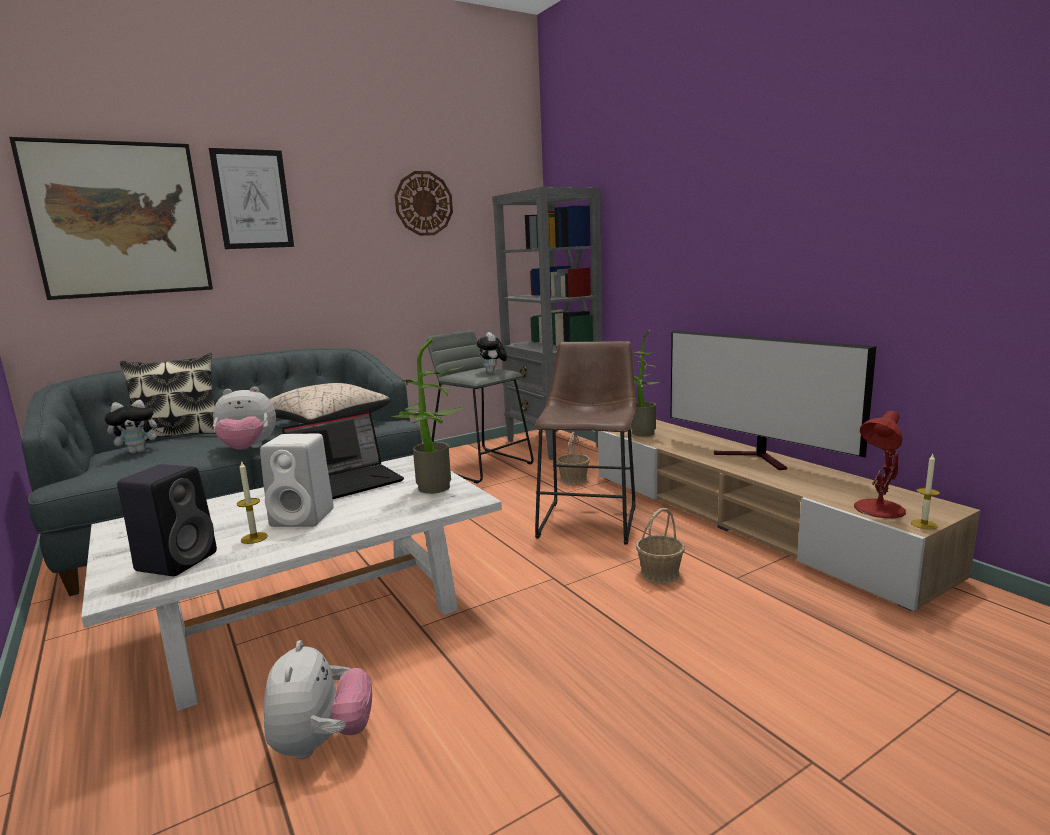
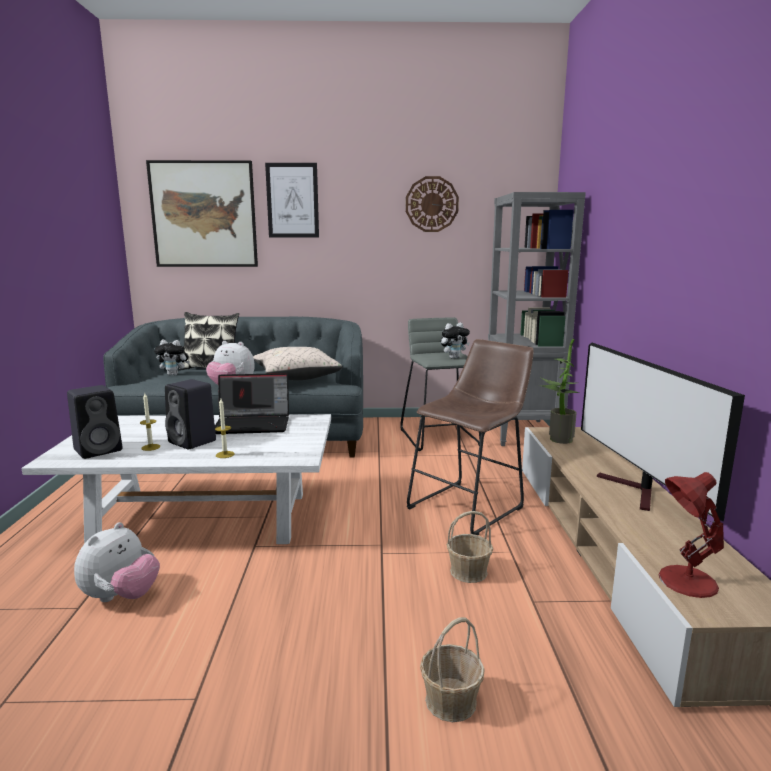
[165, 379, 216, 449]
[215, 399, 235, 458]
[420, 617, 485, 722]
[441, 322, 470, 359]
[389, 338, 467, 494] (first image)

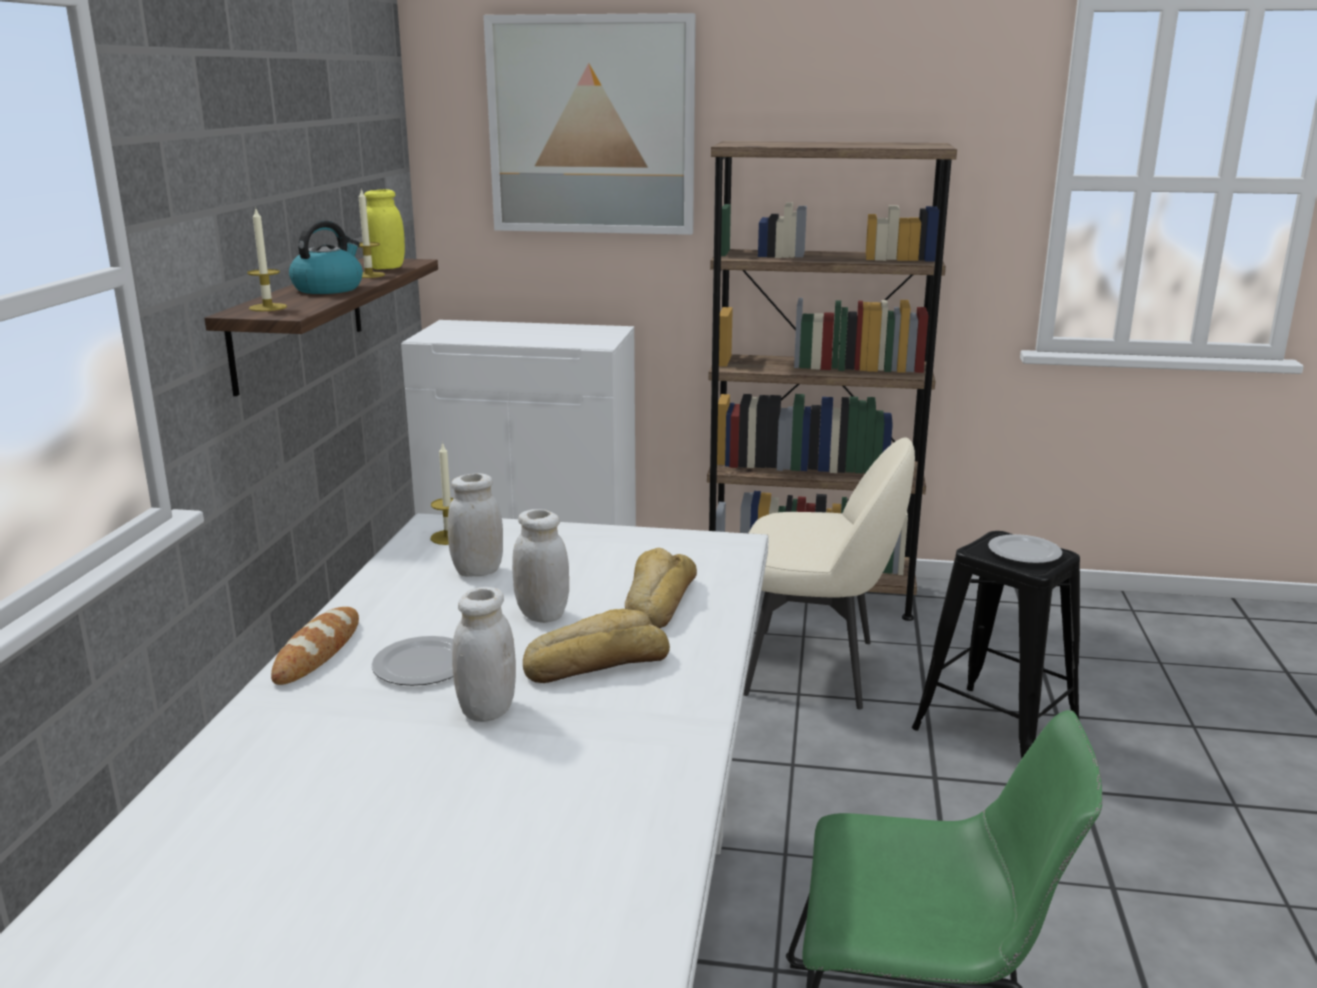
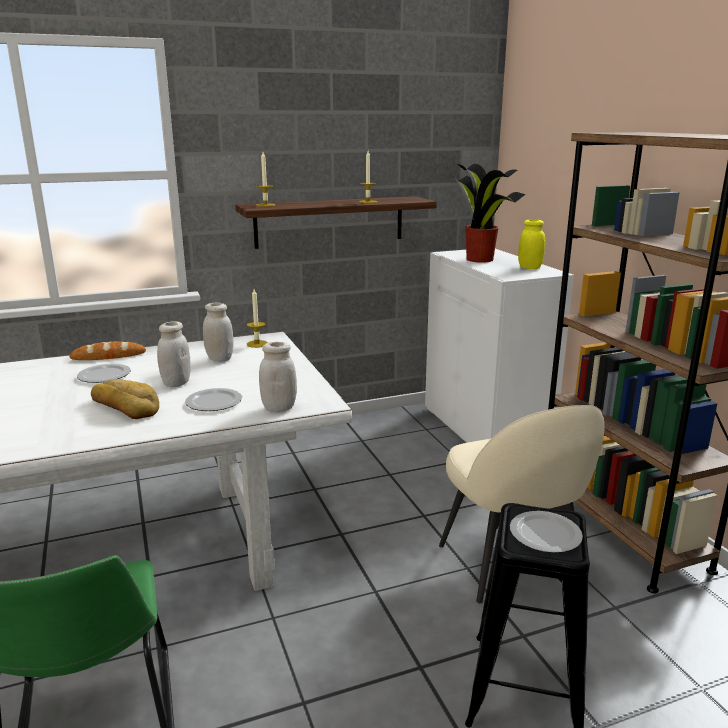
[185, 388, 242, 411]
[259, 342, 297, 412]
[451, 164, 525, 263]
[518, 220, 545, 269]
[289, 220, 363, 294] (first image)
[483, 13, 696, 235] (first image)

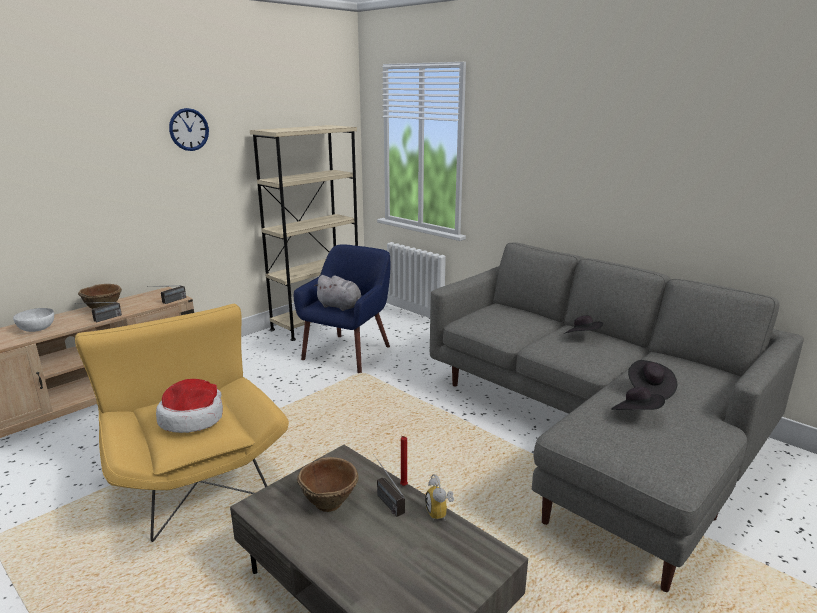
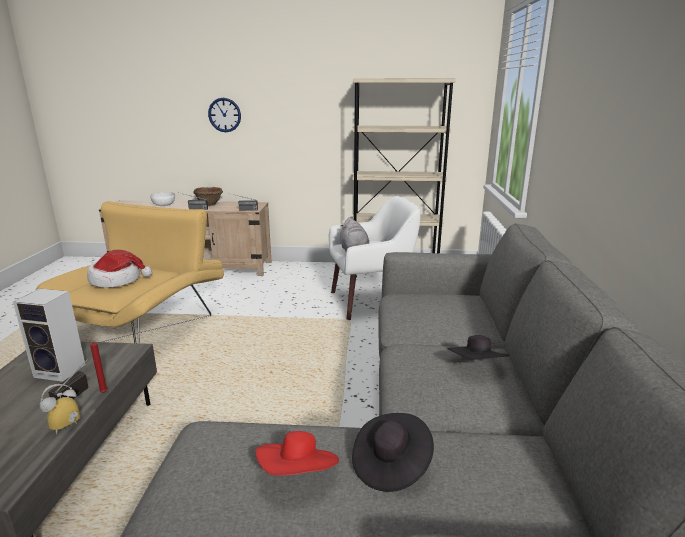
[13, 288, 86, 382]
[208, 98, 241, 132]
[255, 431, 339, 476]
[329, 196, 421, 320]

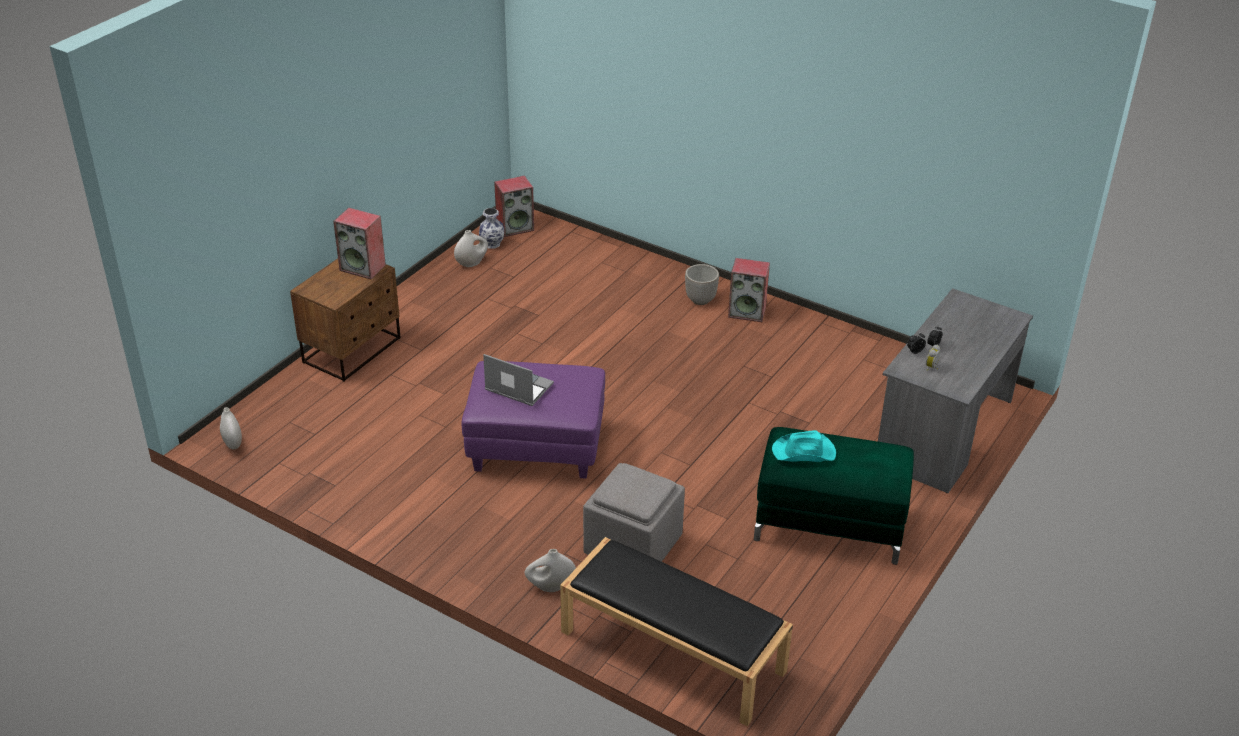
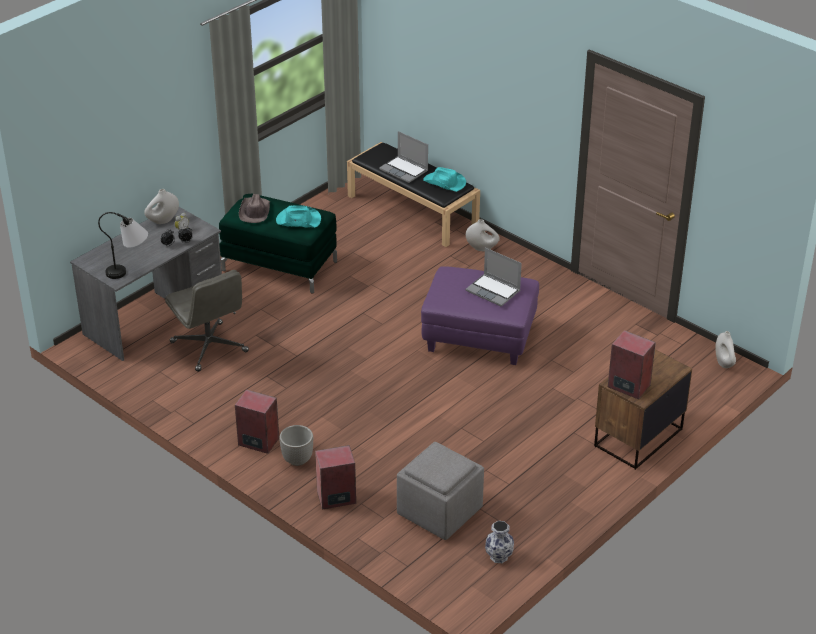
[98, 212, 148, 279]
[144, 189, 179, 224]
[165, 270, 249, 372]
[239, 194, 270, 223]
[315, 445, 356, 509]
[379, 131, 428, 183]
[397, 442, 484, 540]
[423, 167, 466, 192]

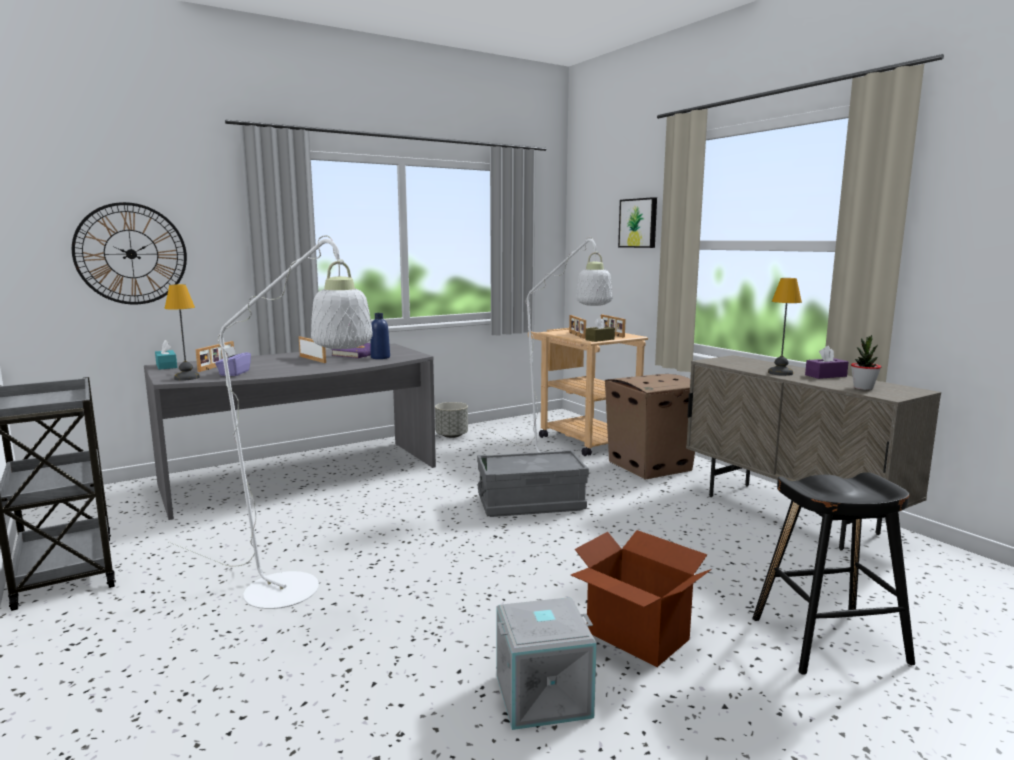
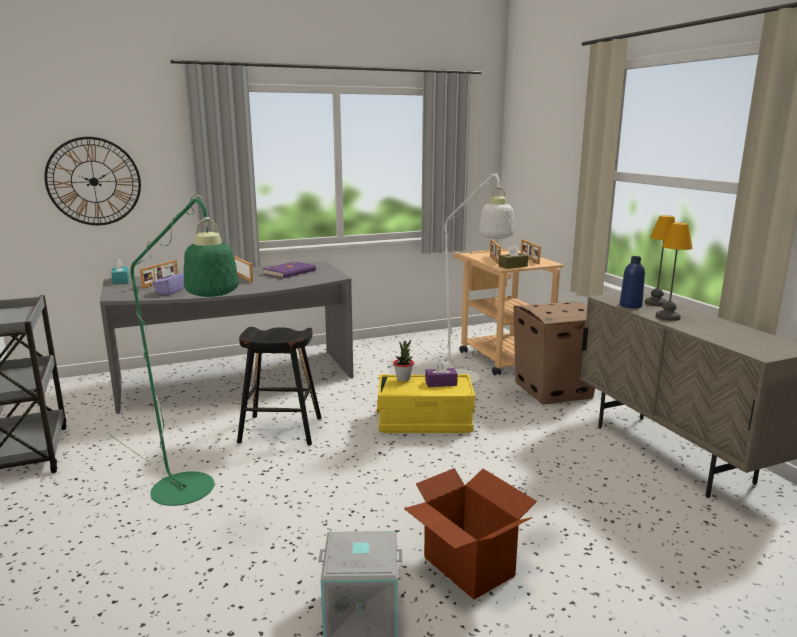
[109, 195, 239, 506]
[237, 327, 321, 445]
[376, 374, 475, 433]
[393, 339, 414, 381]
[425, 359, 458, 387]
[620, 256, 645, 309]
[645, 215, 675, 306]
[435, 402, 468, 438] (first image)
[618, 197, 657, 248] (first image)

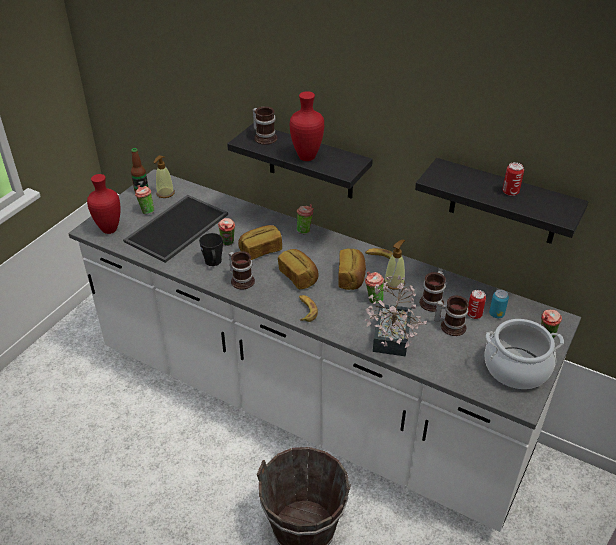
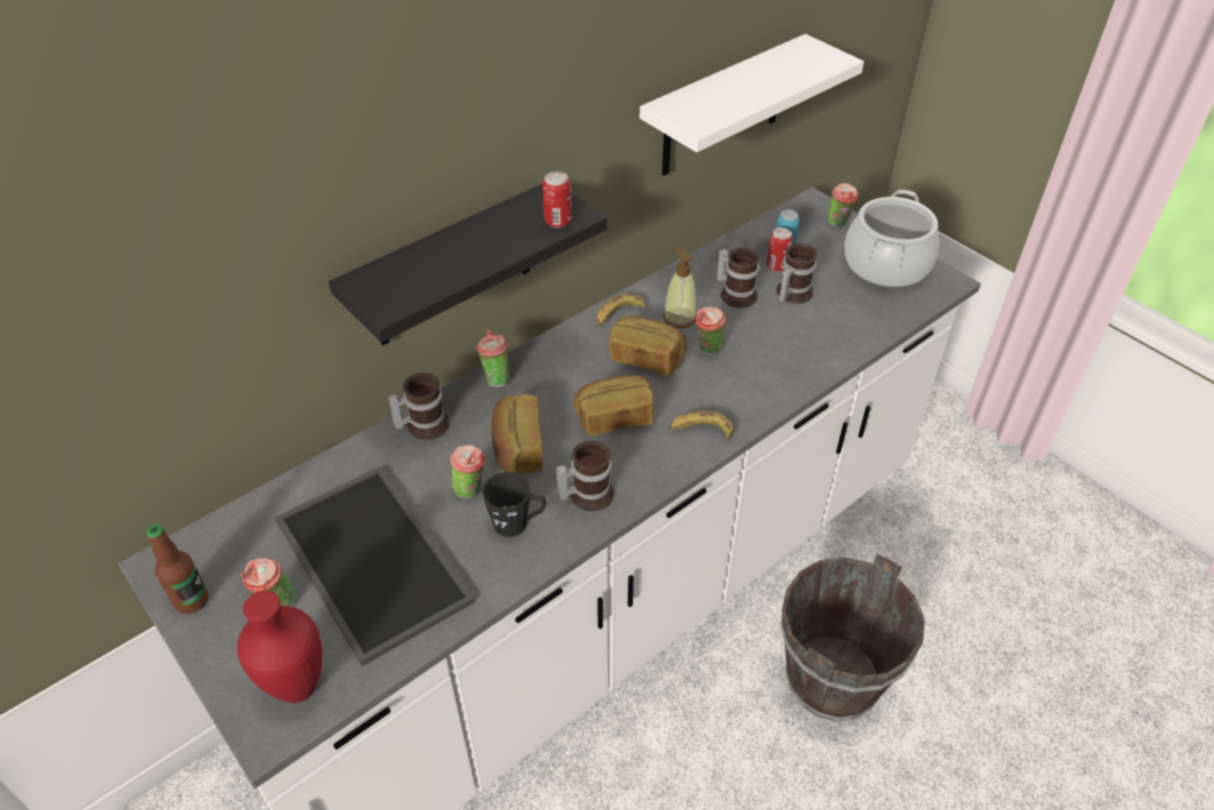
[389, 373, 450, 440]
[542, 171, 572, 228]
[640, 34, 864, 176]
[153, 155, 175, 198] (first image)
[290, 91, 324, 161] (first image)
[365, 275, 427, 356] (first image)

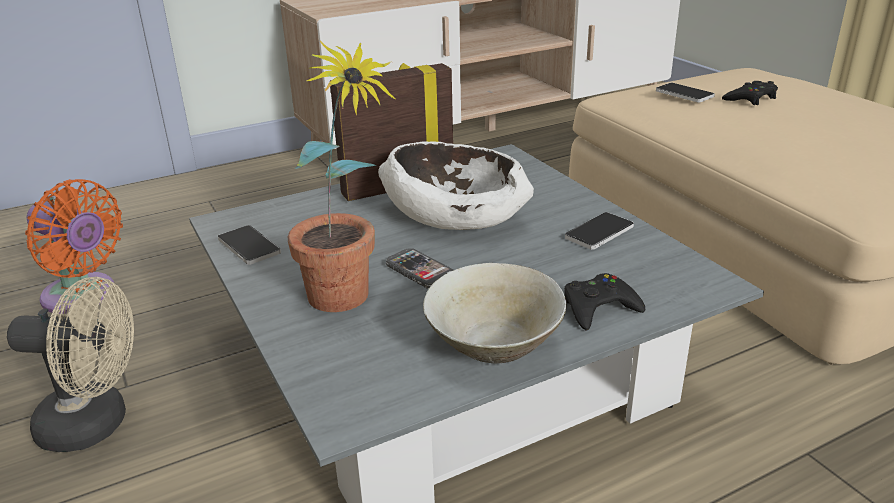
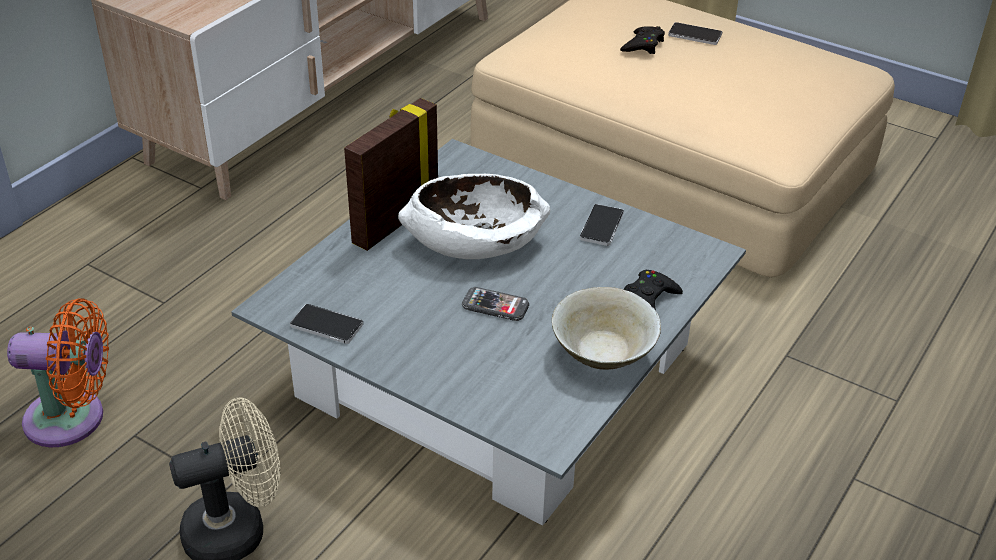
[668, 22, 722, 45]
[288, 41, 396, 312] (first image)

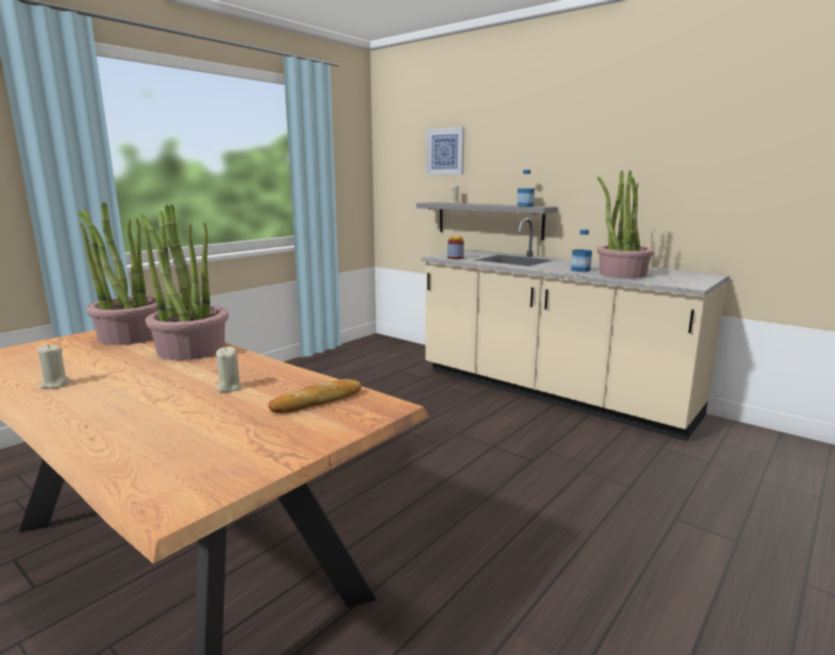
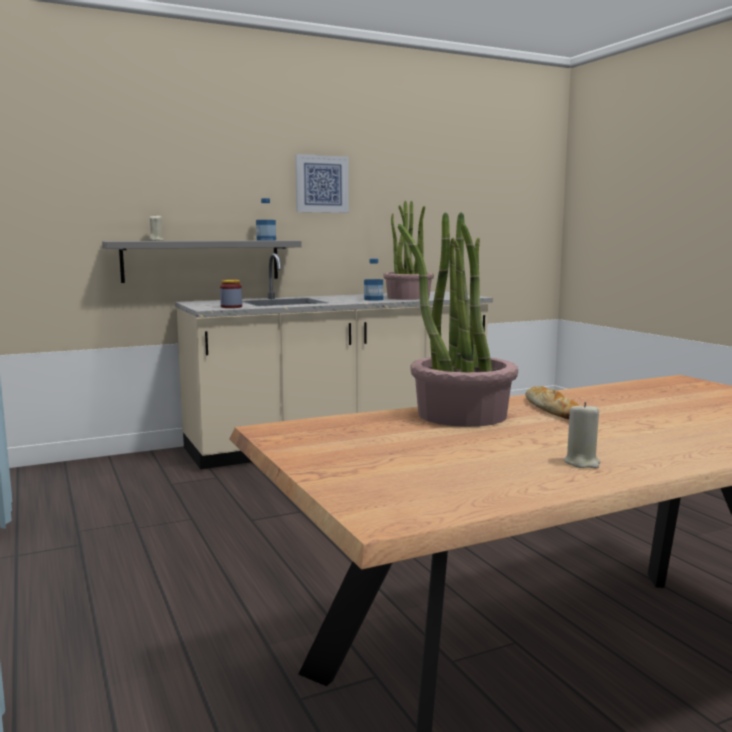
[295, 154, 349, 213]
[525, 386, 579, 419]
[77, 202, 166, 345] (first image)
[216, 347, 242, 392] (first image)

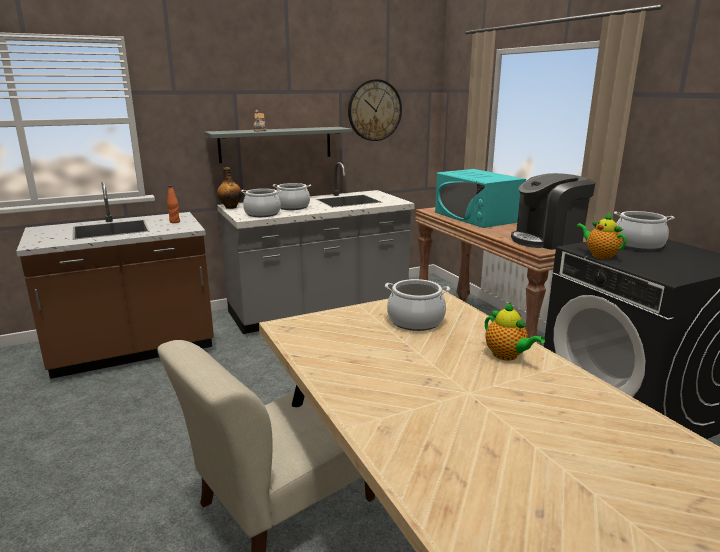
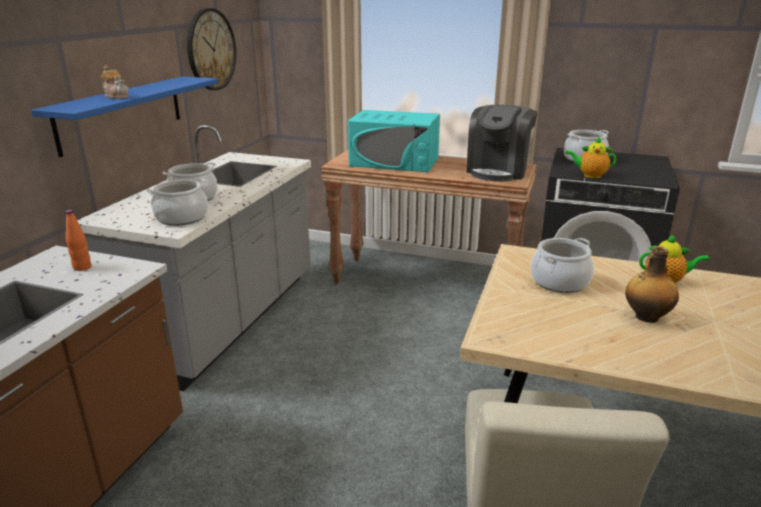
[31, 76, 219, 157]
[625, 246, 679, 323]

